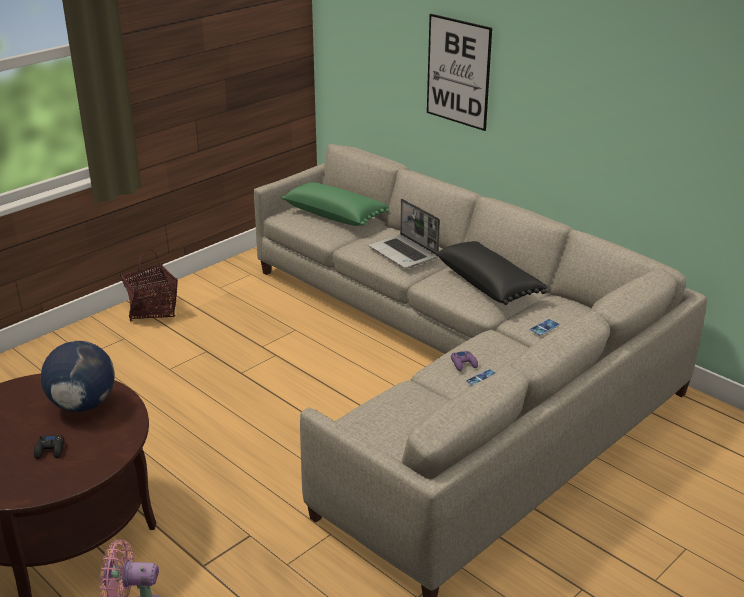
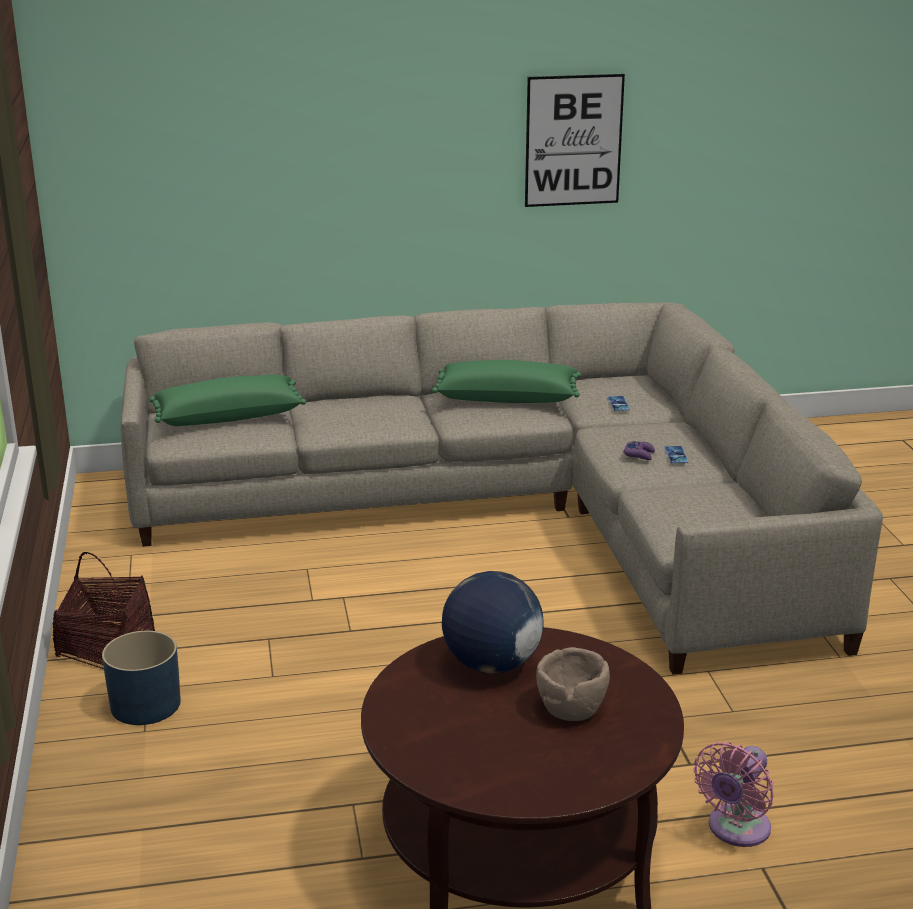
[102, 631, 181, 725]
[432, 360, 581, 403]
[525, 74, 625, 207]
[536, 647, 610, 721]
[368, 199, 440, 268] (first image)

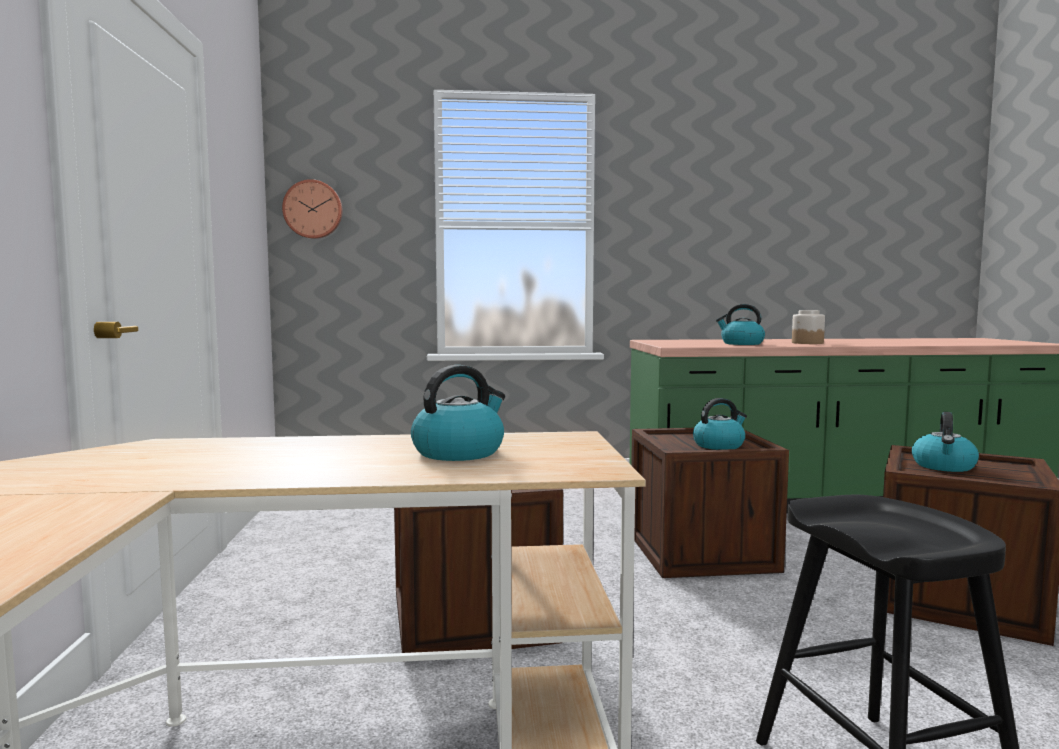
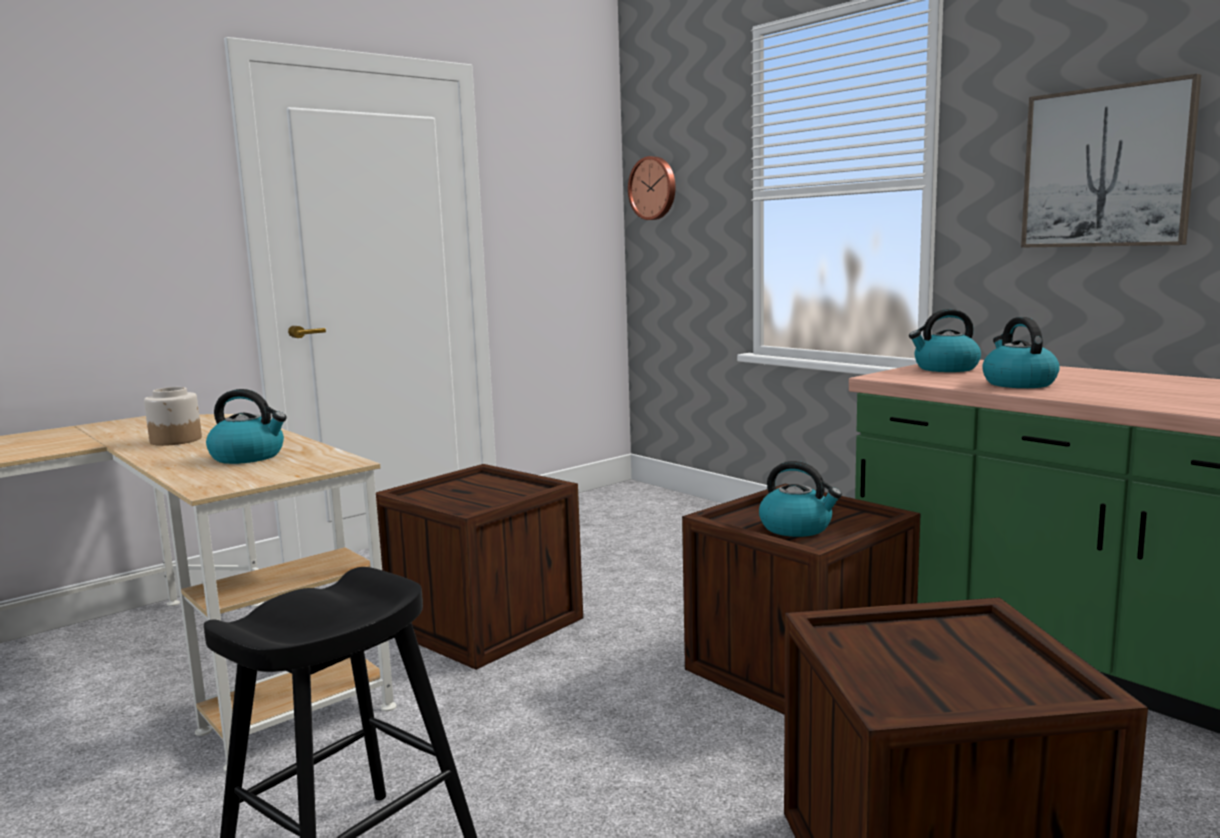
[144, 387, 202, 446]
[909, 309, 981, 372]
[1021, 74, 1201, 248]

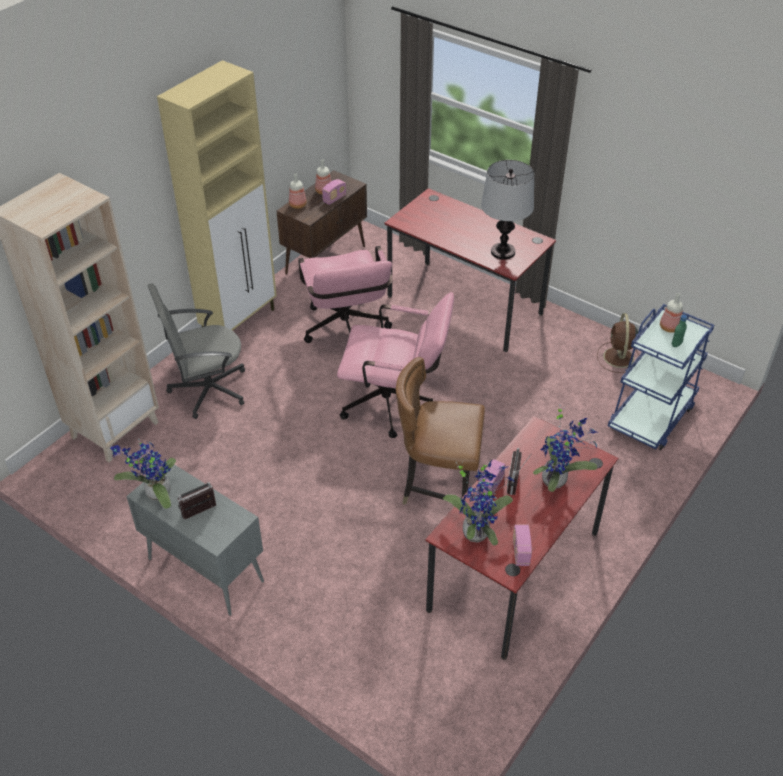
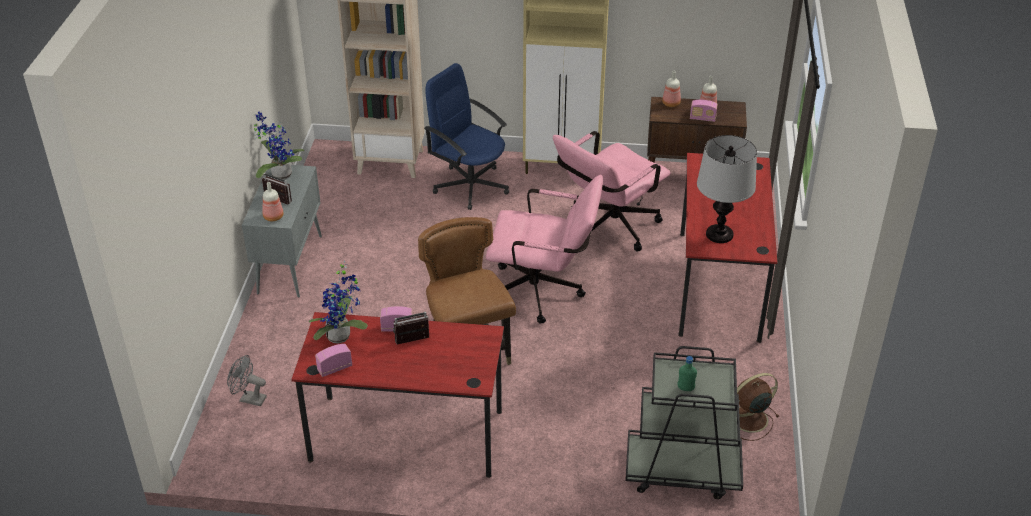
[227, 355, 267, 406]
[262, 182, 284, 221]
[424, 63, 509, 210]
[486, 174, 603, 324]
[625, 346, 743, 499]
[533, 405, 598, 492] (first image)

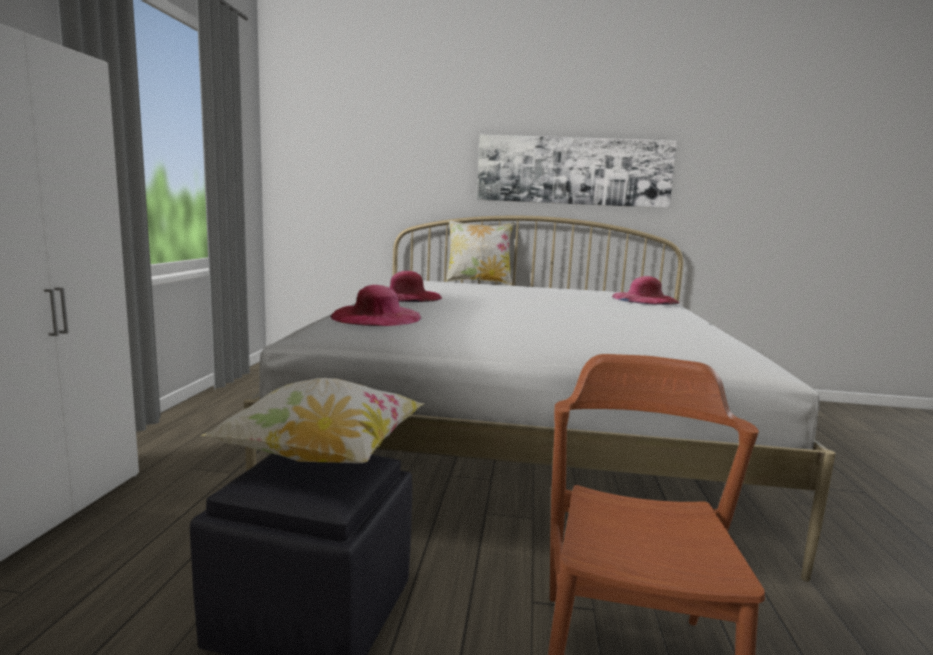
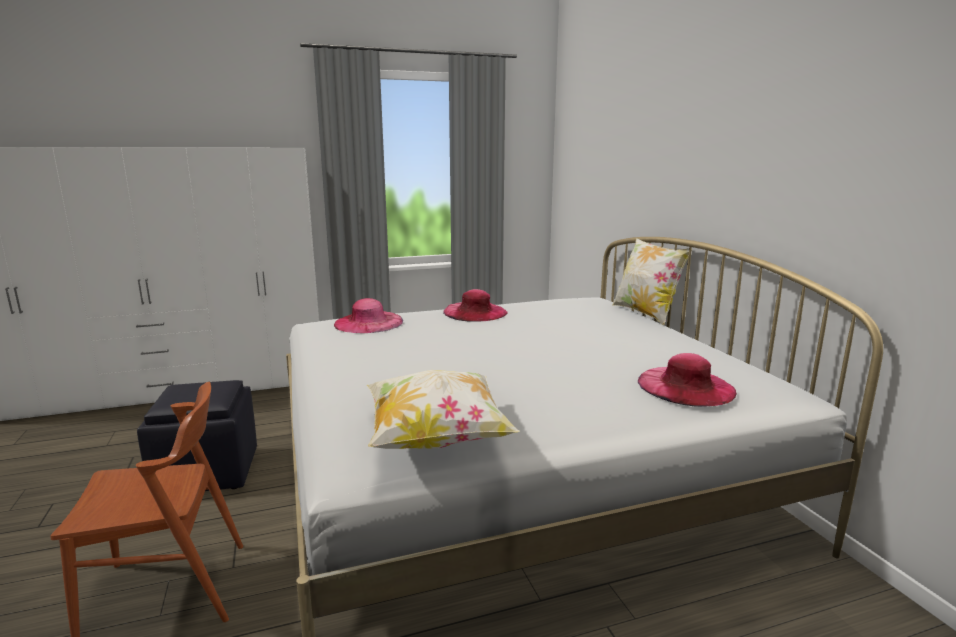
[367, 370, 520, 449]
[477, 135, 677, 208] (first image)

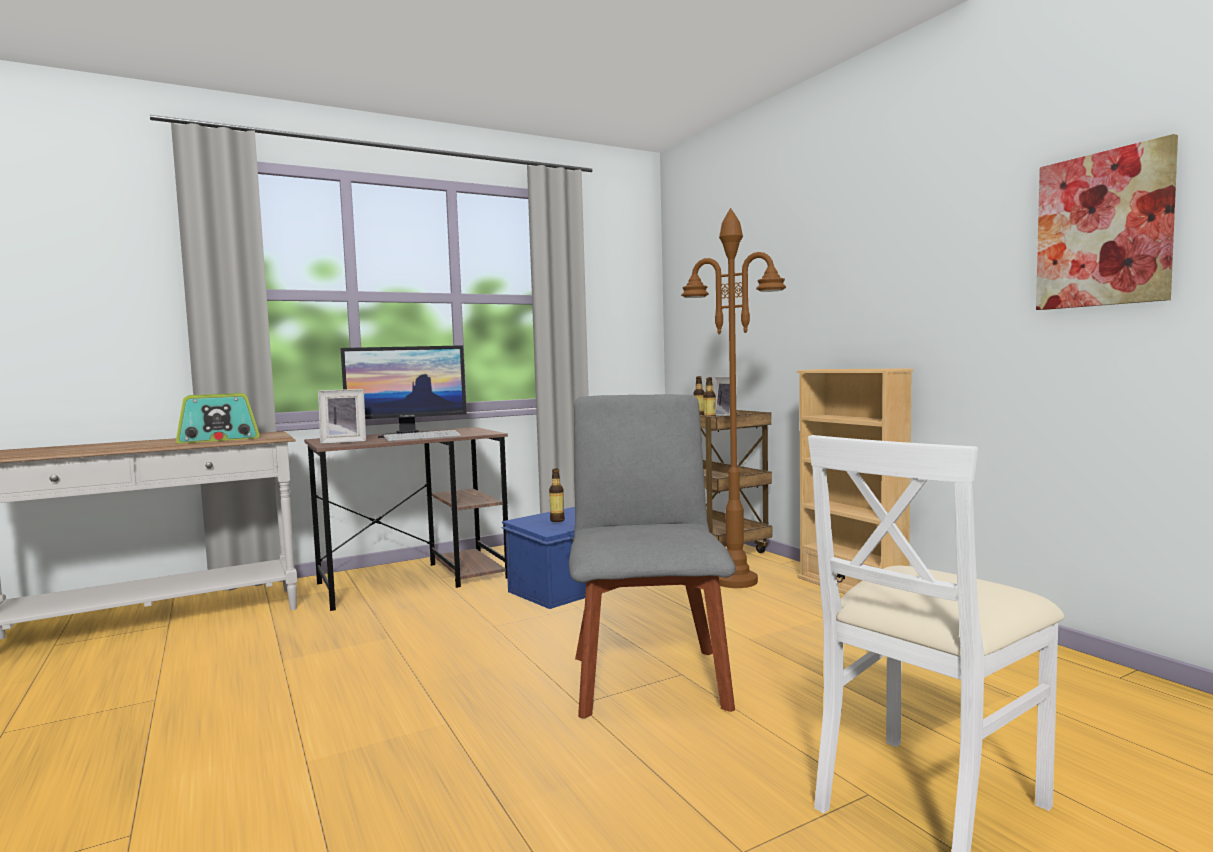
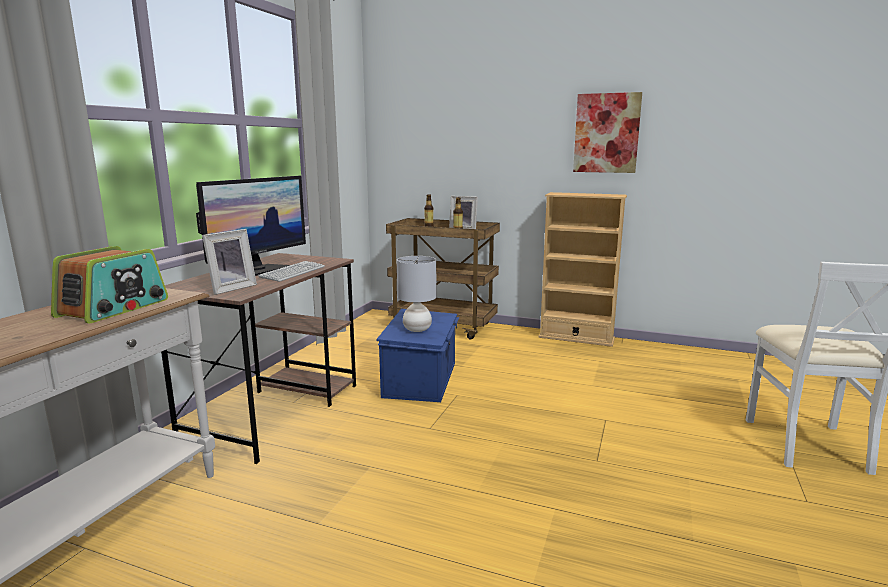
[397, 256, 436, 332]
[573, 92, 642, 173]
[569, 394, 736, 719] (first image)
[681, 208, 786, 588] (first image)

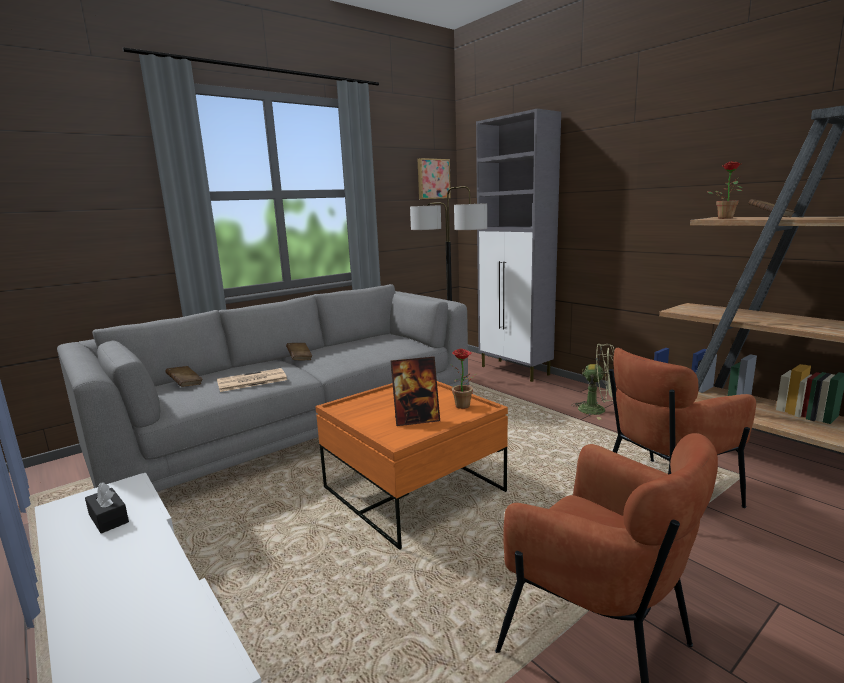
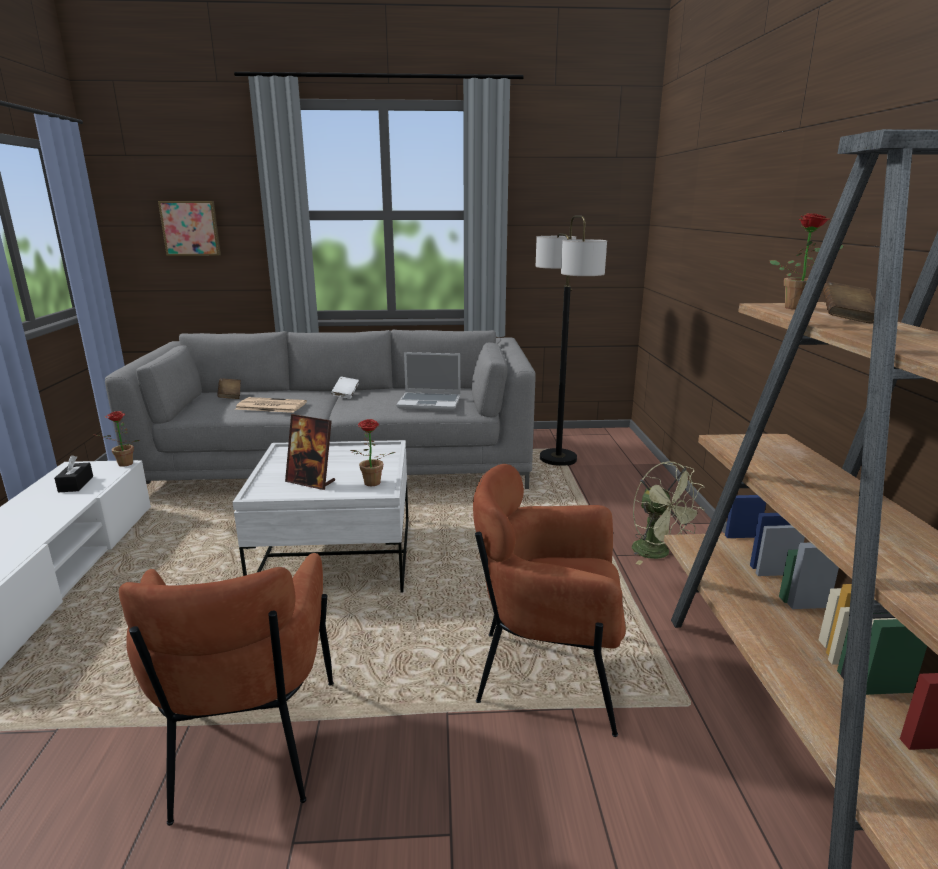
[96, 411, 140, 467]
[158, 201, 221, 256]
[232, 440, 408, 592]
[331, 377, 359, 399]
[396, 352, 461, 410]
[476, 109, 561, 382] (first image)

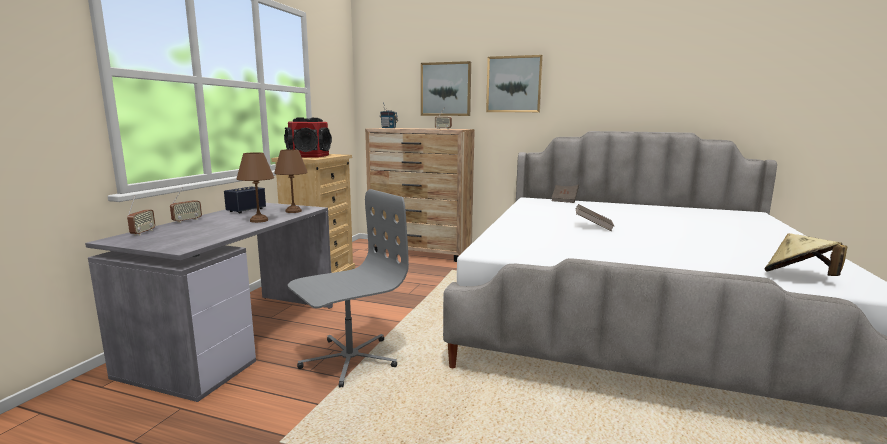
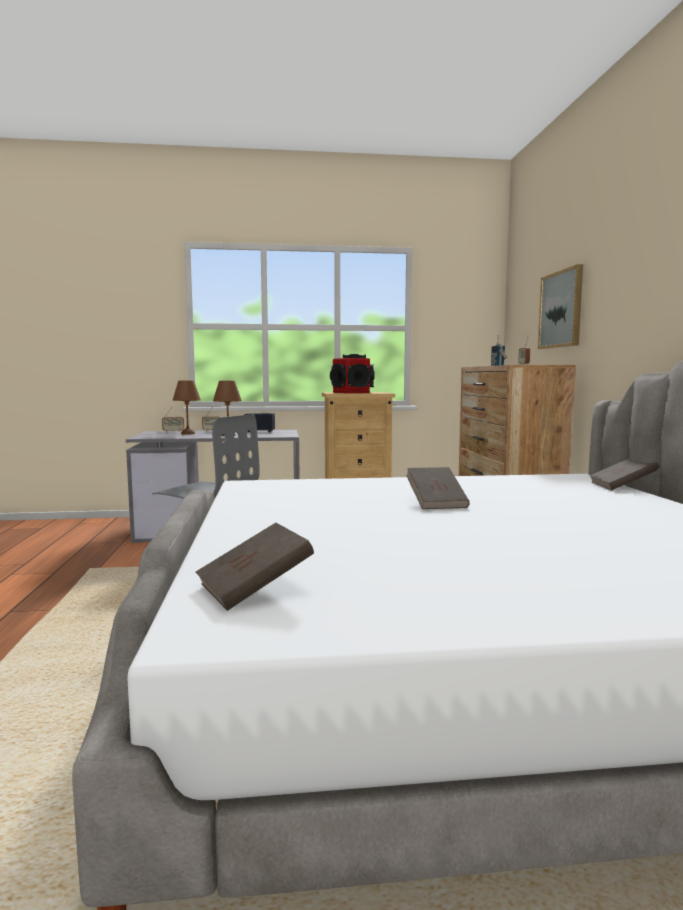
[173, 380, 201, 434]
[195, 523, 314, 611]
[486, 55, 543, 112] (first image)

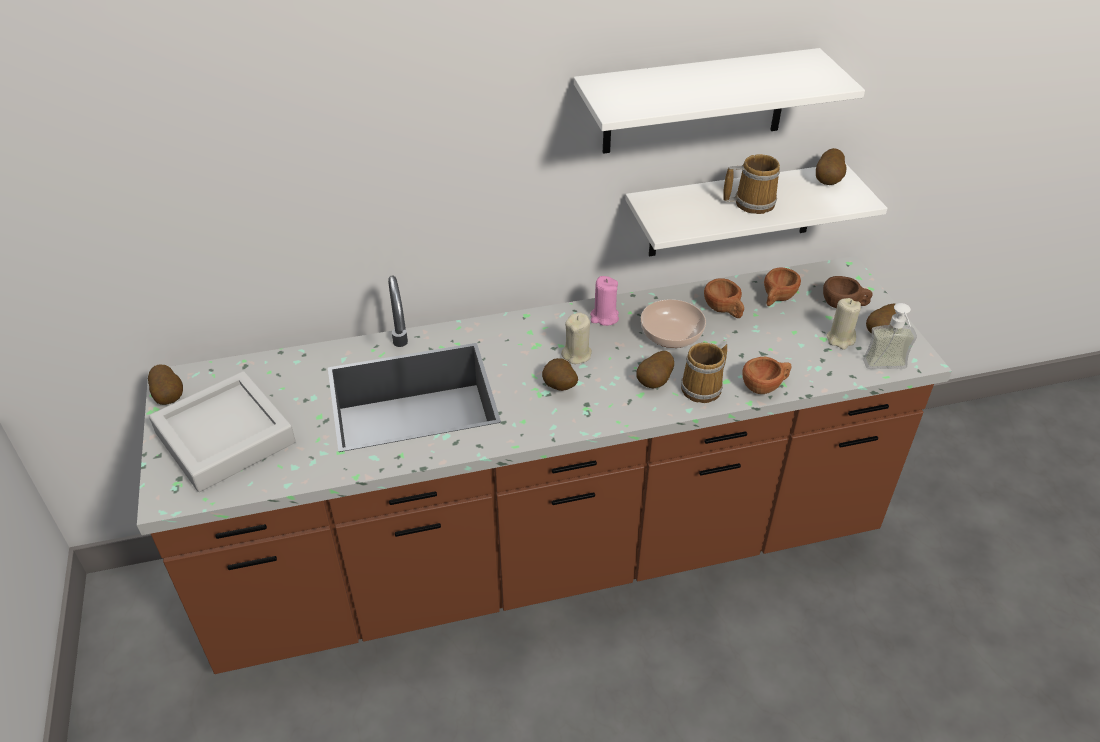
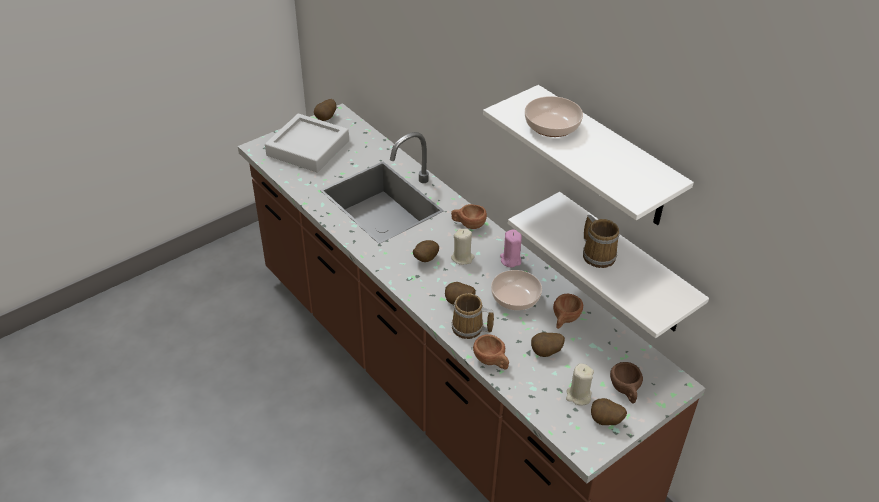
[451, 204, 487, 229]
[525, 96, 583, 137]
[531, 332, 565, 357]
[863, 303, 917, 369] (first image)

